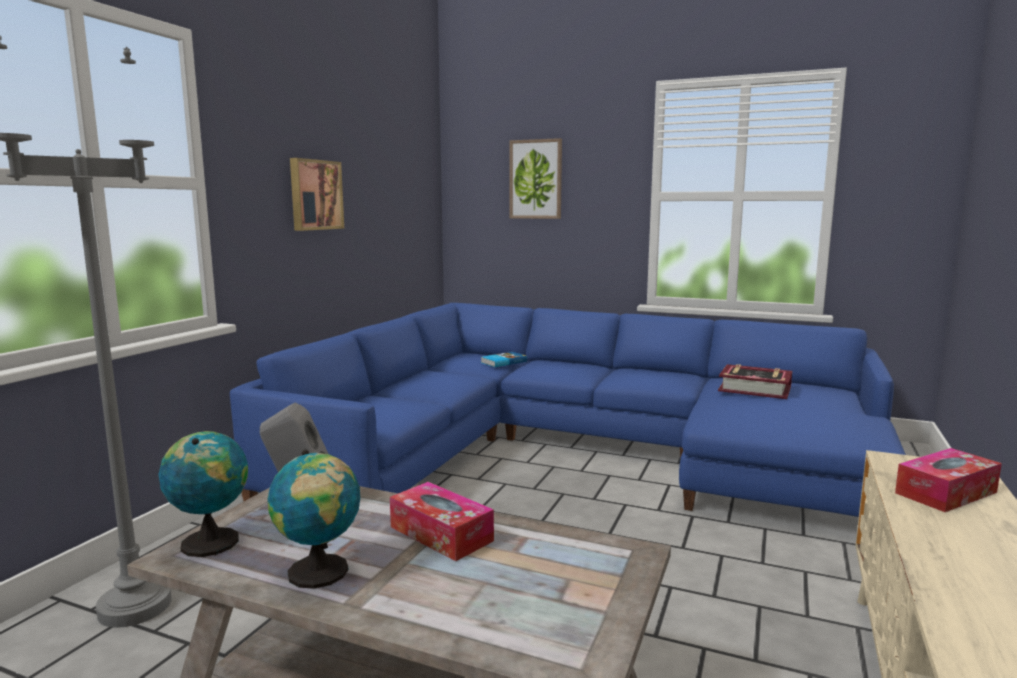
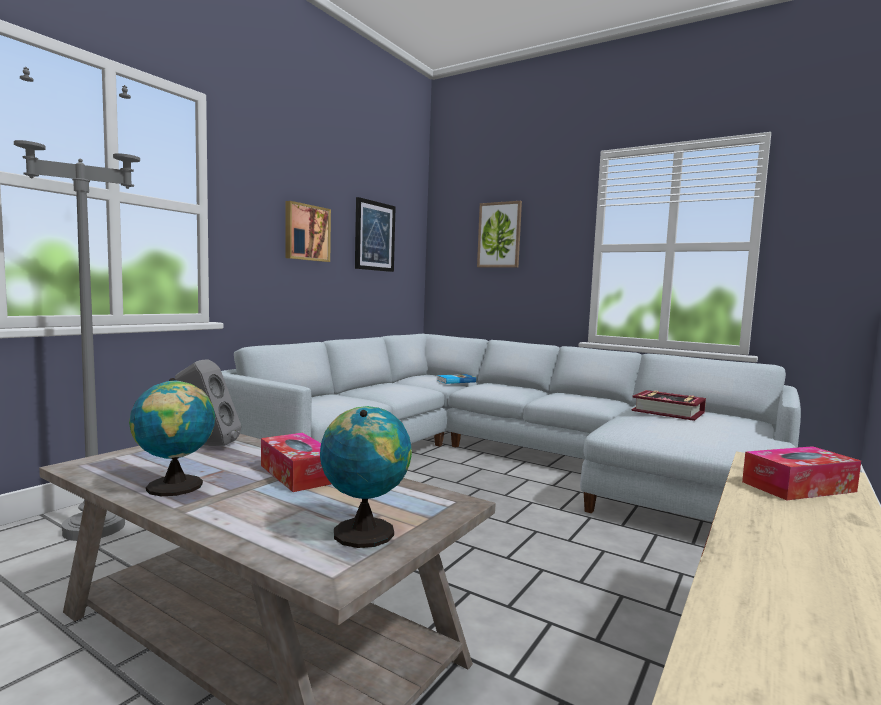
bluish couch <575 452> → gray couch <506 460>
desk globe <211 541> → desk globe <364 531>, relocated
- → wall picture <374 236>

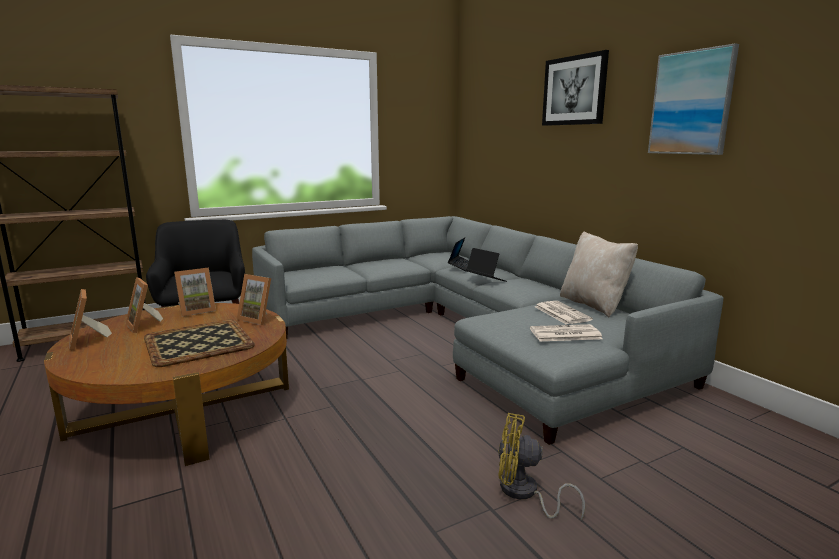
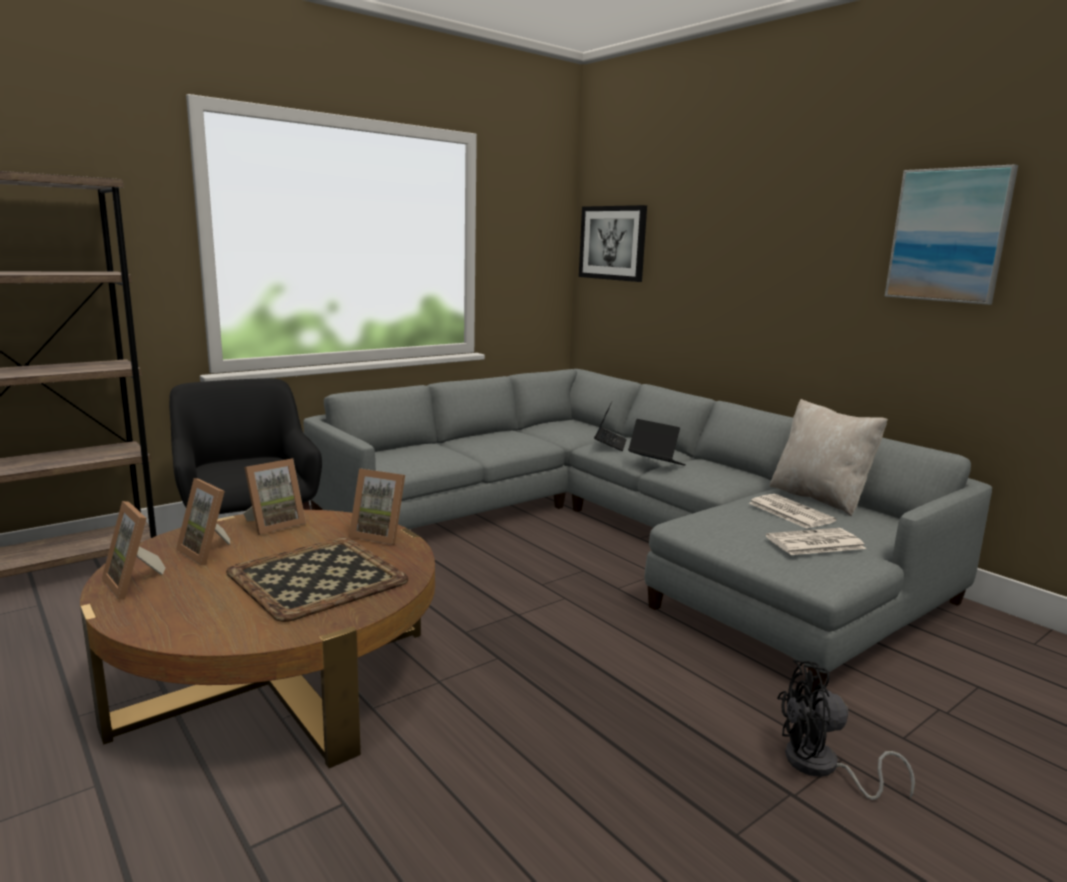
wall picture <574 90> → wall picture <612 243>, relocated
yellowish cooling fan <524 493> → blackish cooling fan <821 768>

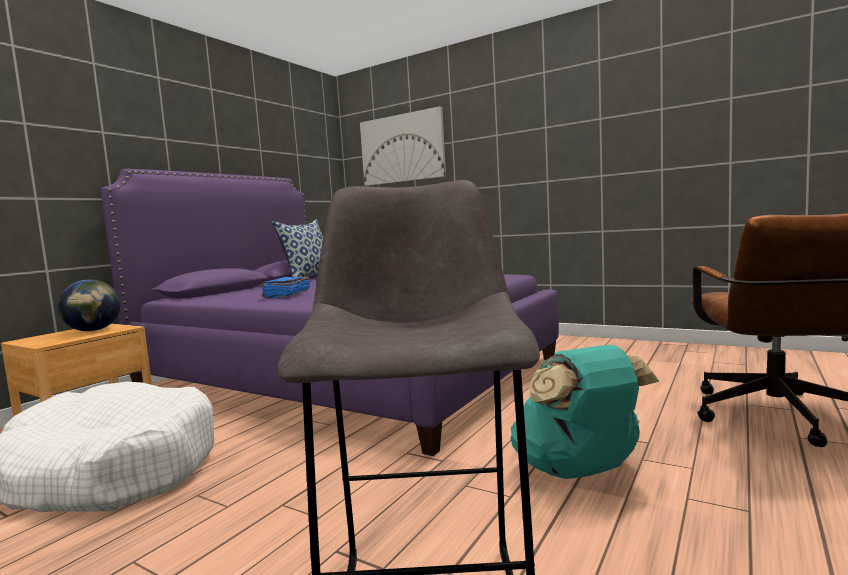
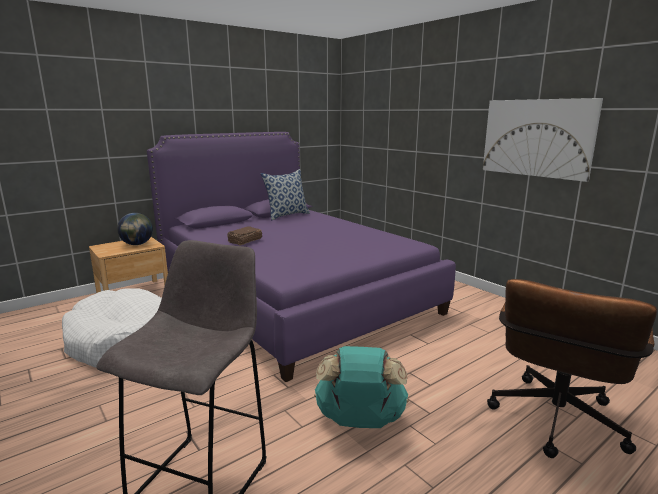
bluish book <286 295> → brownish book <244 241>
wall picture <402 148> → wall picture <537 138>, relocated

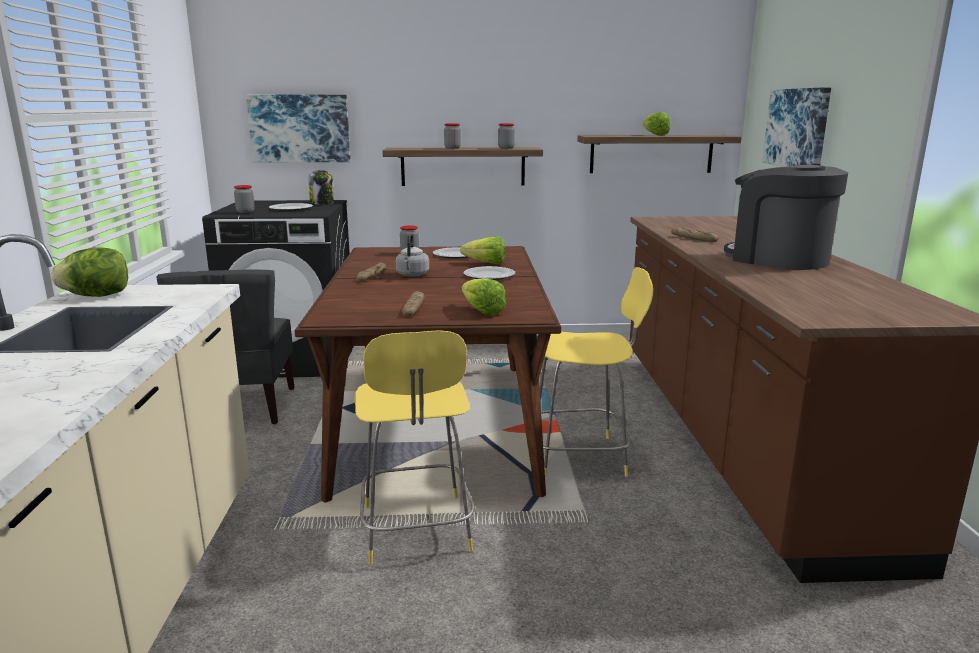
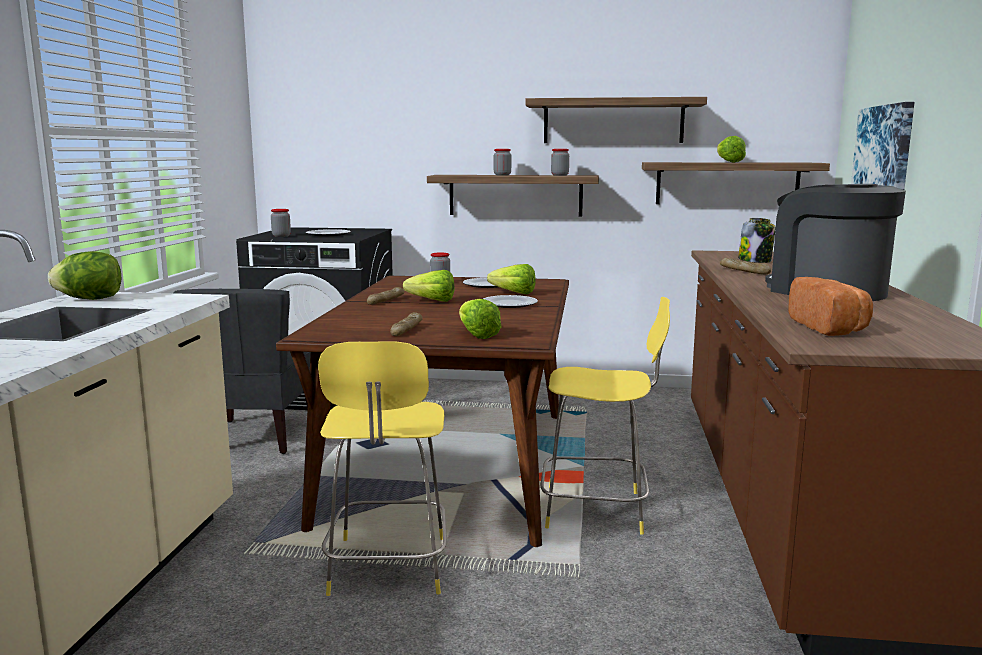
gray tea kettle <412 275> → lettuce head <428 301>
- → wall shelf <613 121>
preserve jar <322 203> → preserve jar <755 261>, relocated
- → bakery bread <831 328>
wall picture <300 128> → -

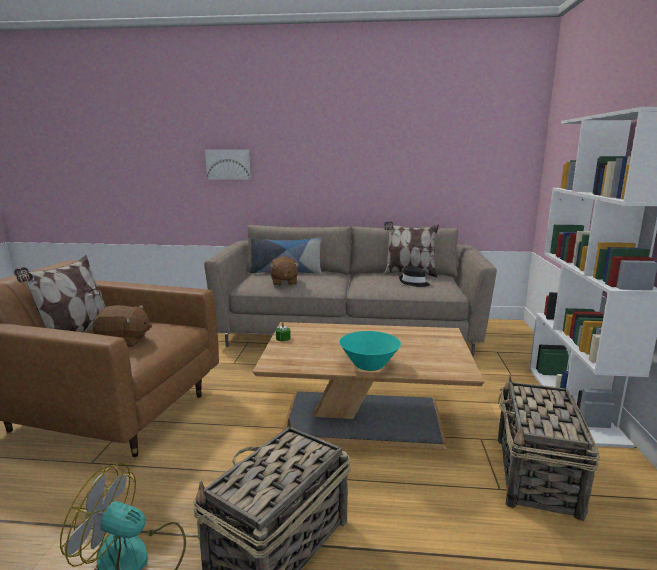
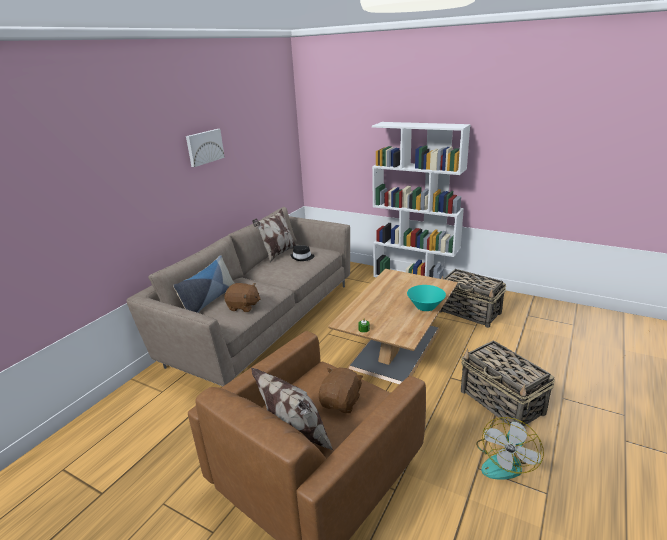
wall picture <228 164> → wall picture <204 147>, relocated

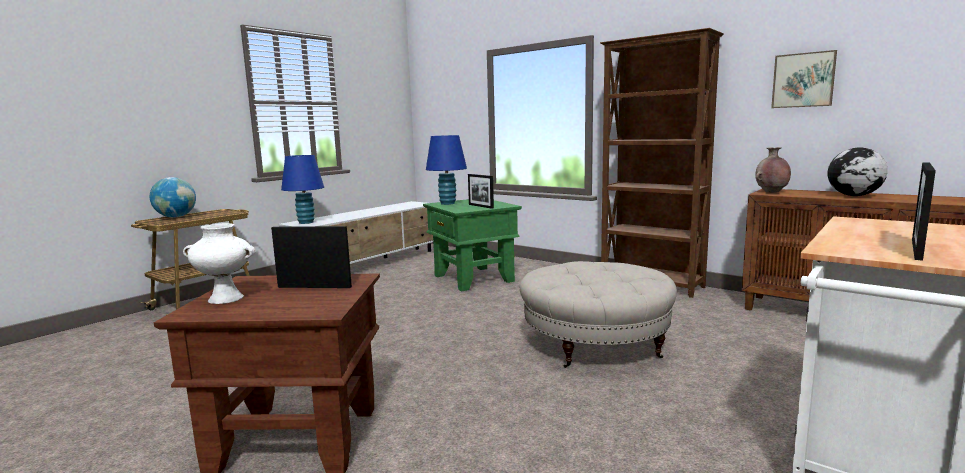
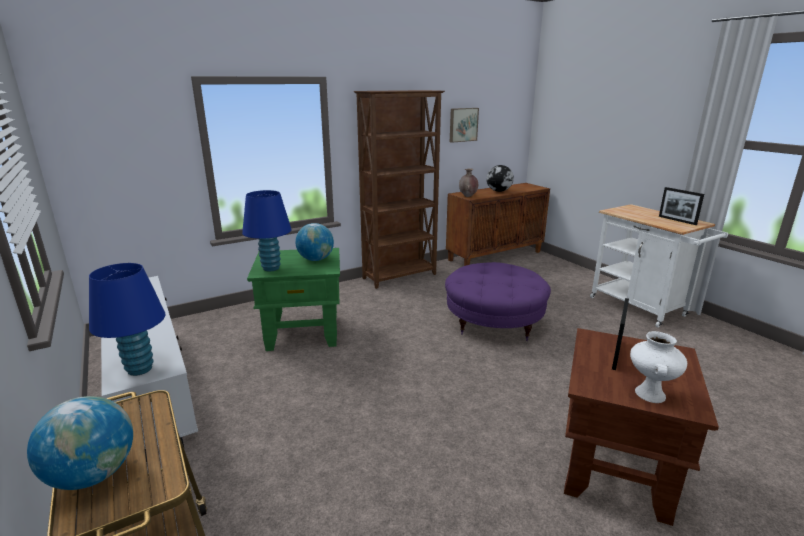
standing frame <481 206> → desk globe <316 259>
sand-coloured footrest <595 343> → purplish footrest <494 322>

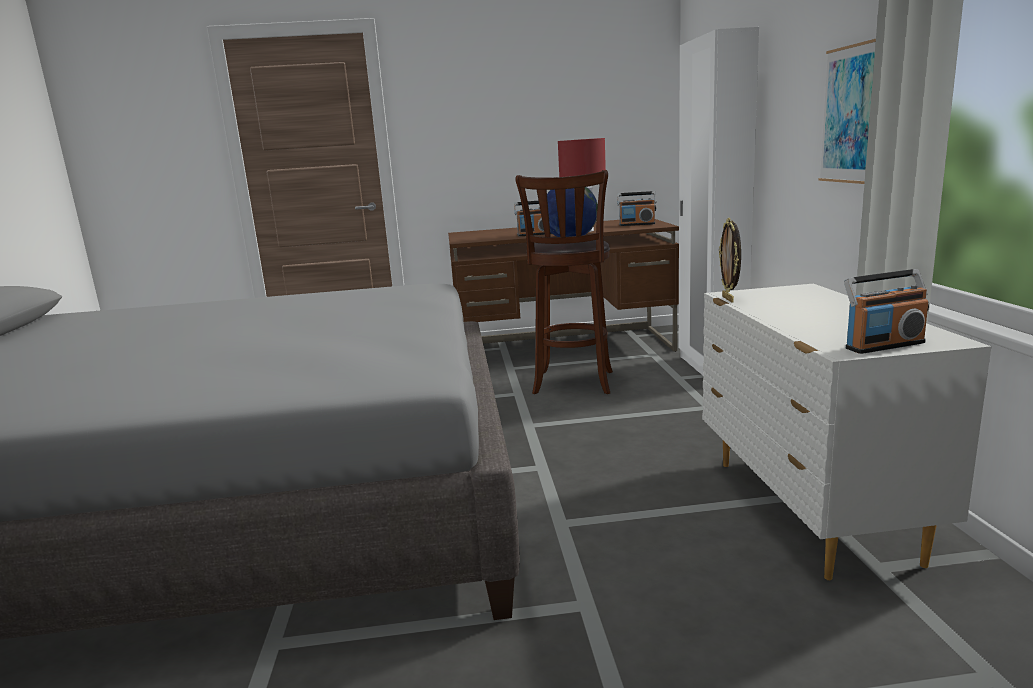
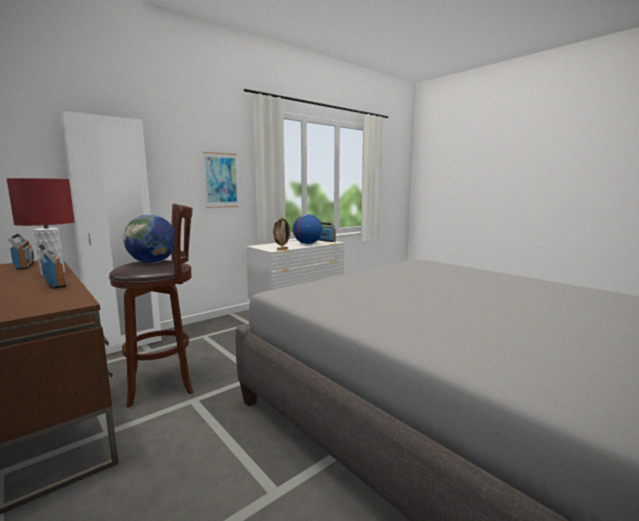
- → desk globe <307 244>

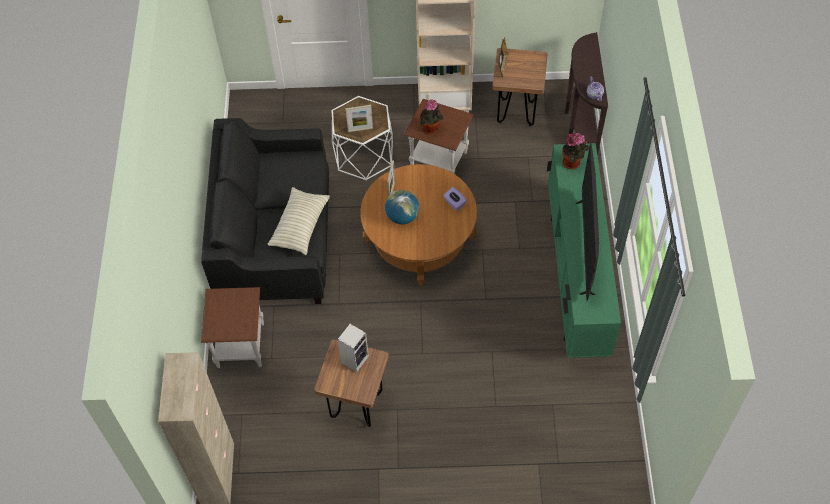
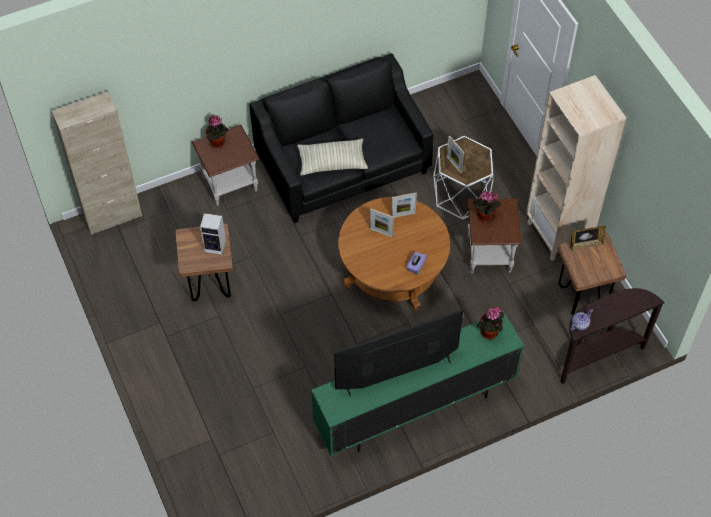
- → houseplant <218 143>
desk globe <402 217> → standing frame <381 232>

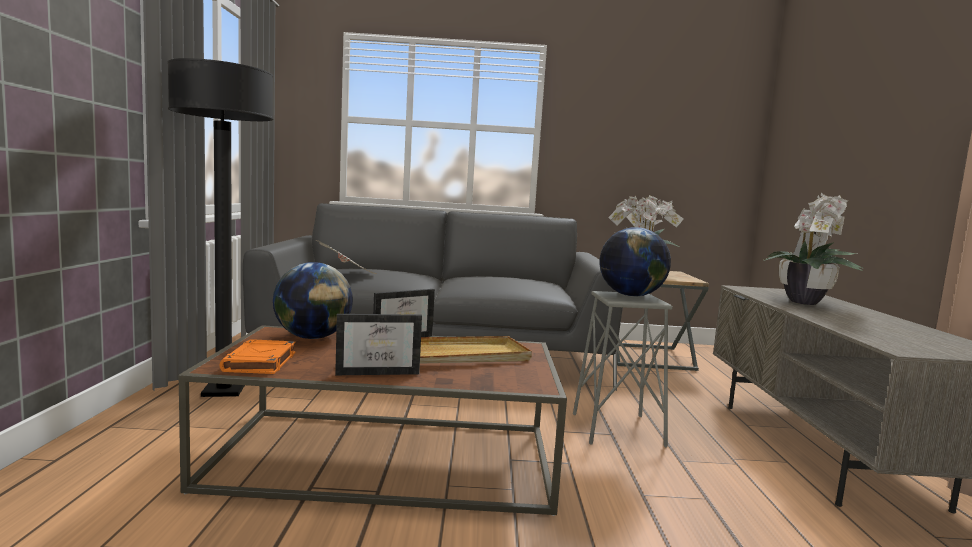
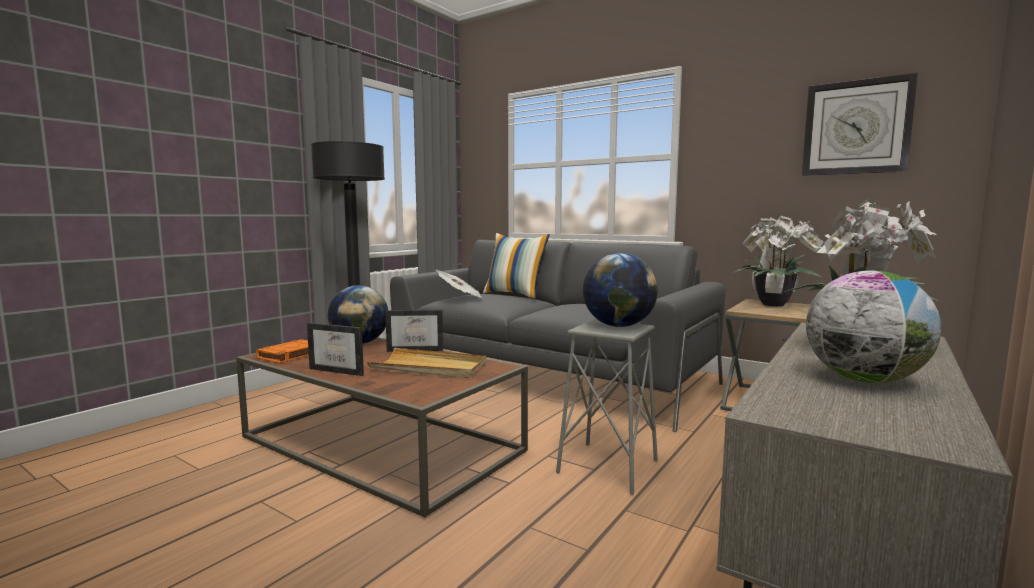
- → cushion <515 295>
- → hanging clock <856 127>
- → desk globe <864 380>

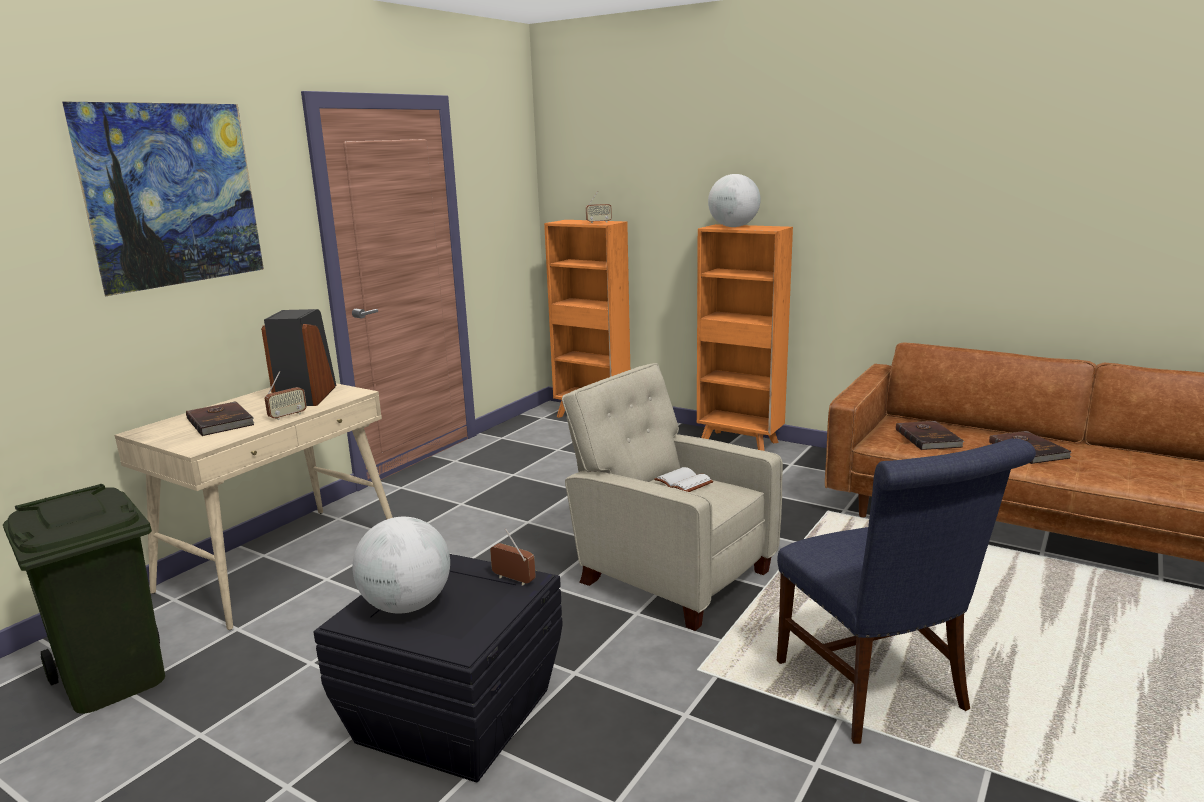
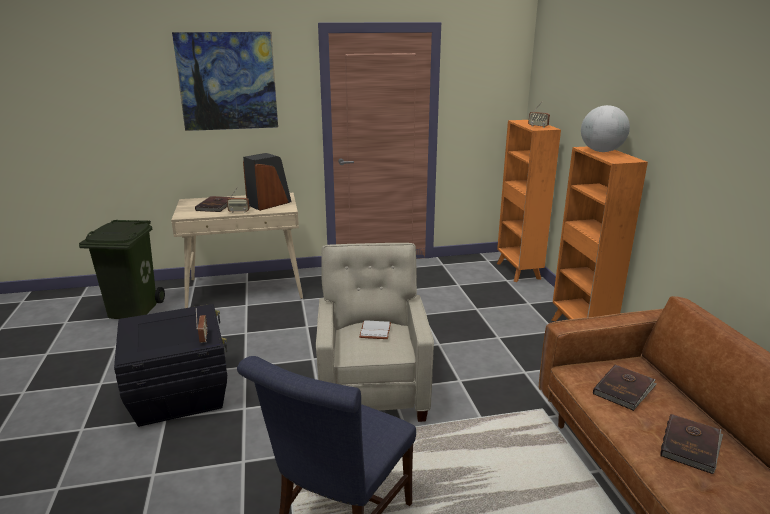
desk globe <406 605> → -

